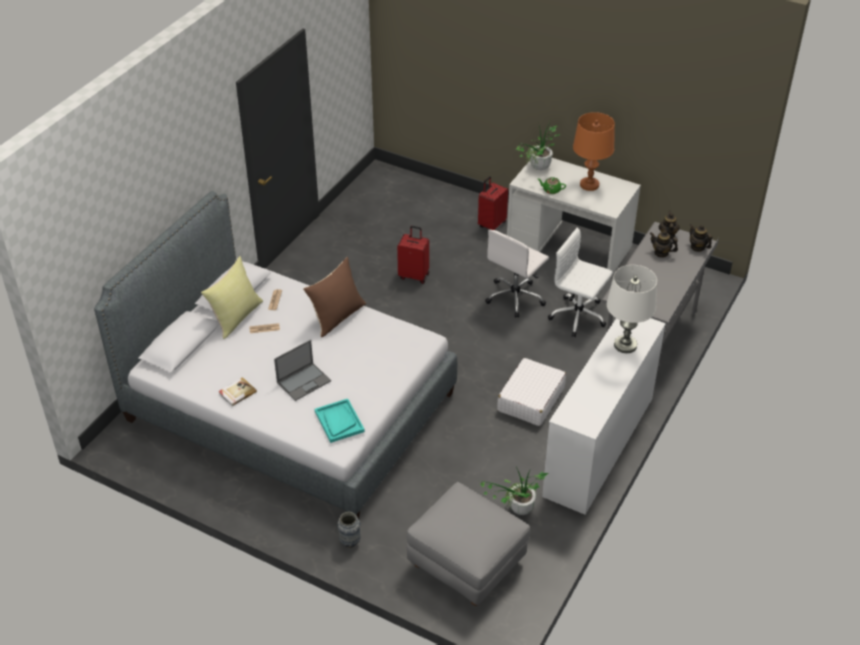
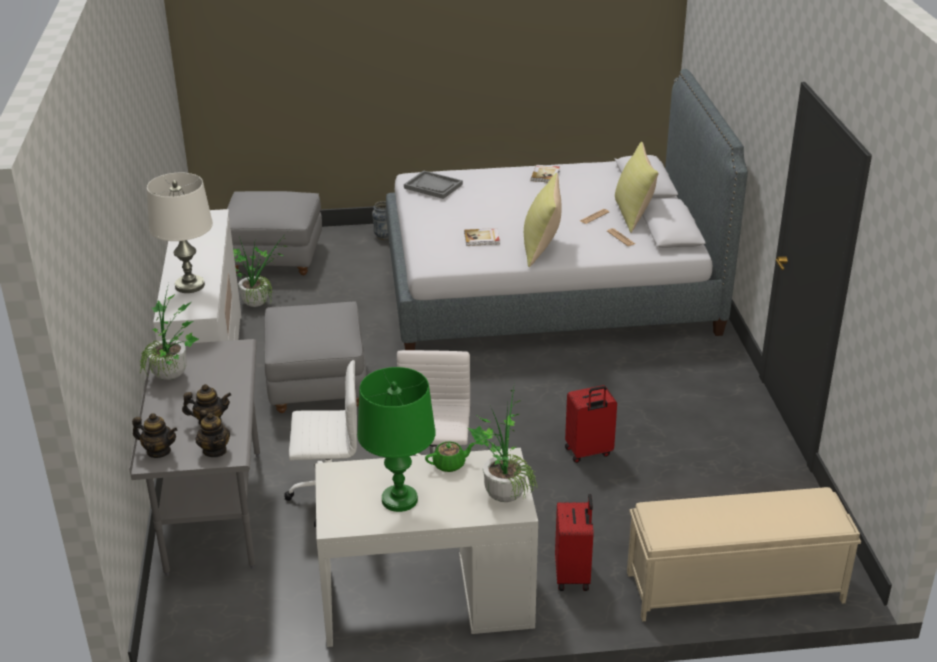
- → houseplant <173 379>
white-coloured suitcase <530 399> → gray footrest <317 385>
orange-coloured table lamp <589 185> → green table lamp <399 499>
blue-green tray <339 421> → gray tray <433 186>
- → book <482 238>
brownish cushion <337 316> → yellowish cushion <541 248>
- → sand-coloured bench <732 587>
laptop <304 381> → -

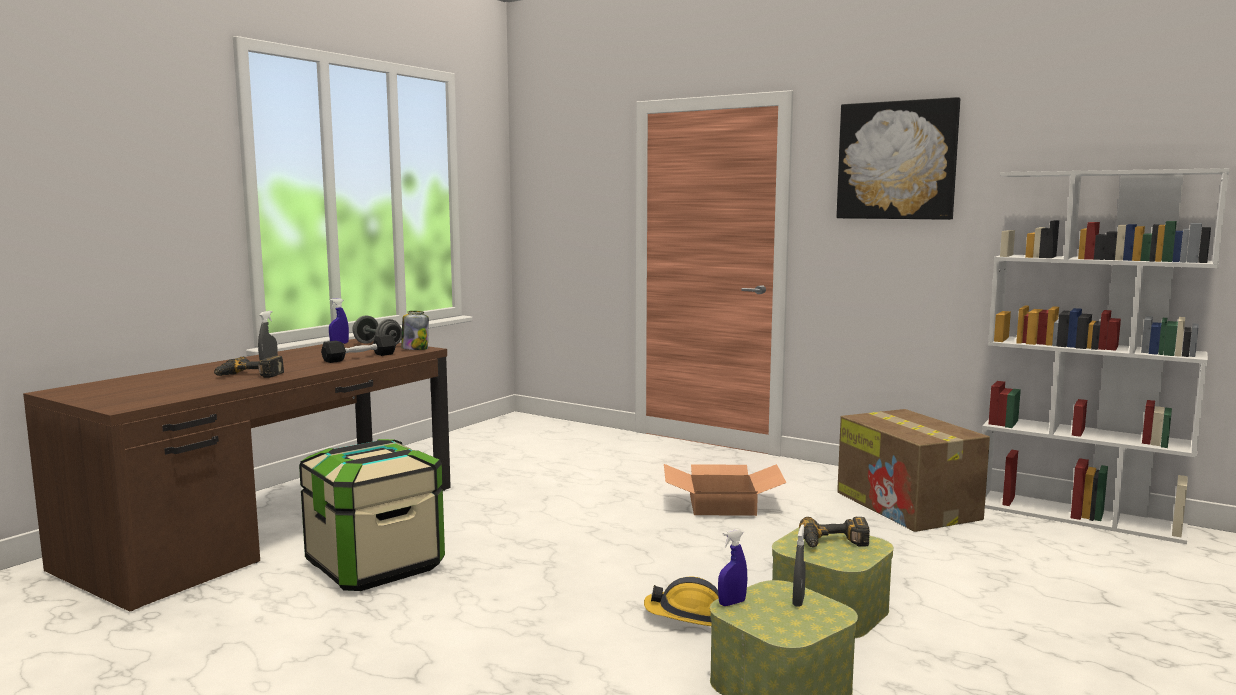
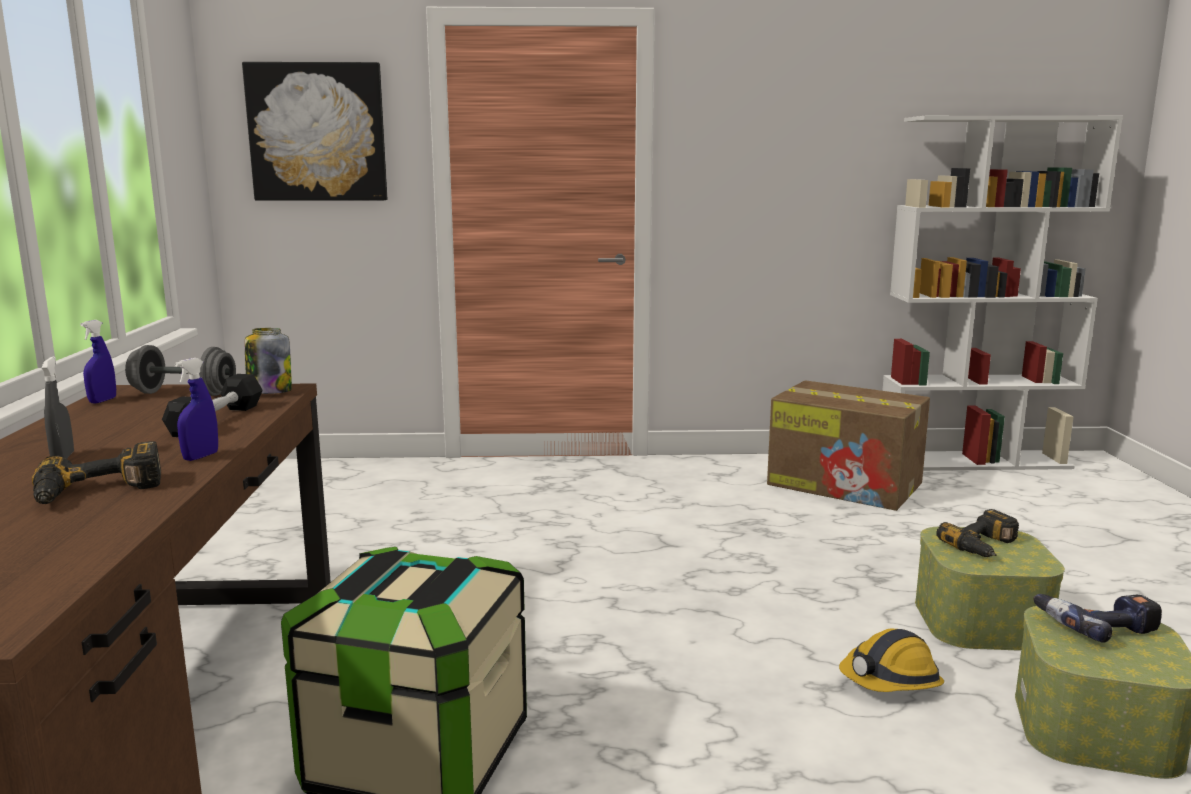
bluish hand sprayer <732 603> → bluish hand sprayer <201 456>, relocated
wall picture <897 160> → wall picture <317 132>, relocated
gray hand sprayer <798 601> → electric drill <1095 625>
cardboard box <723 504> → -

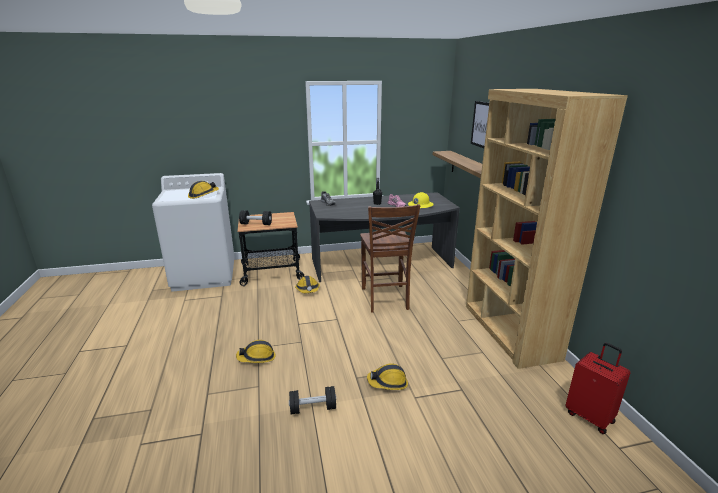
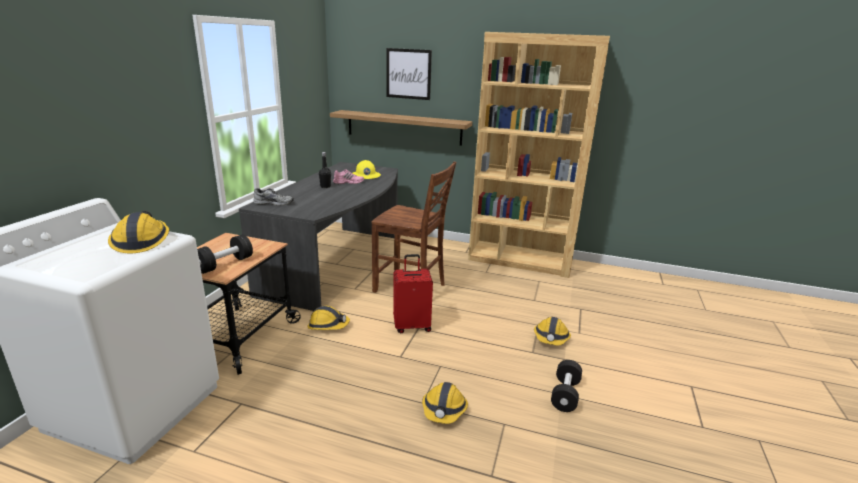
red suitcase <590 417> → red suitcase <412 326>, relocated

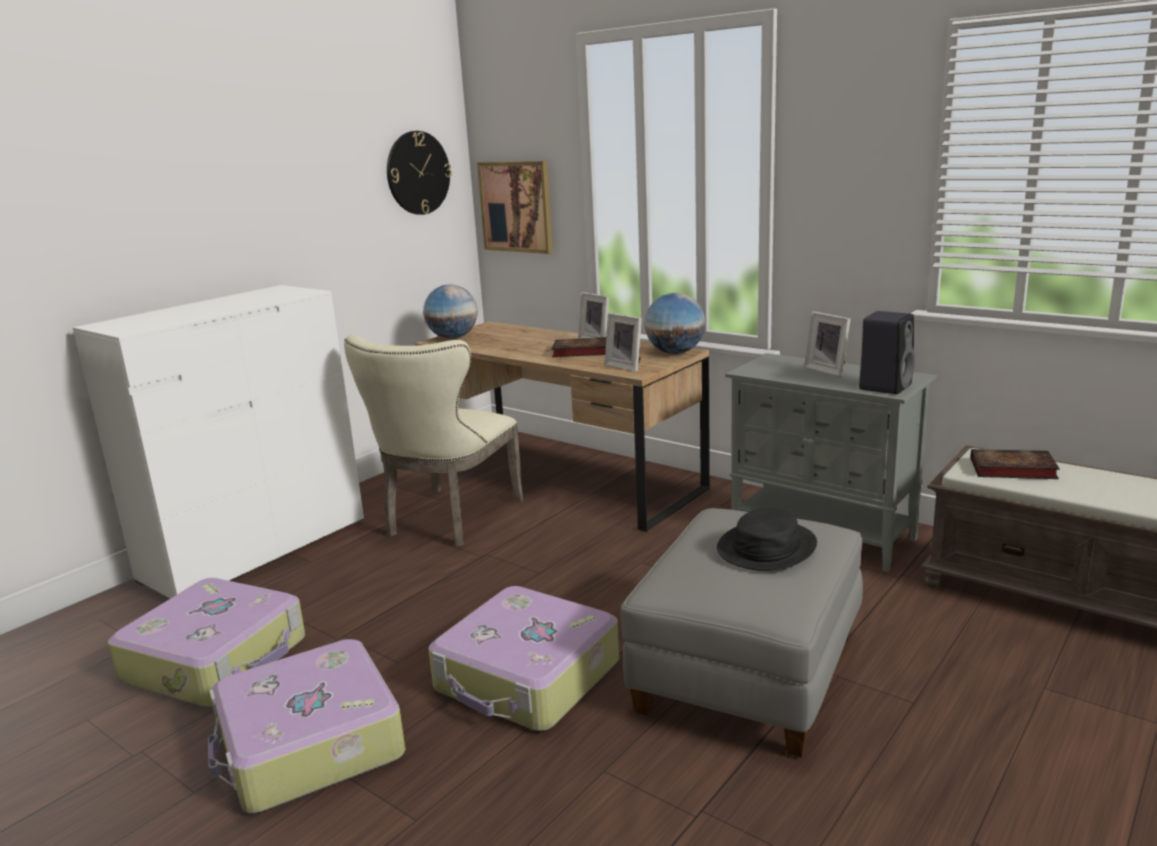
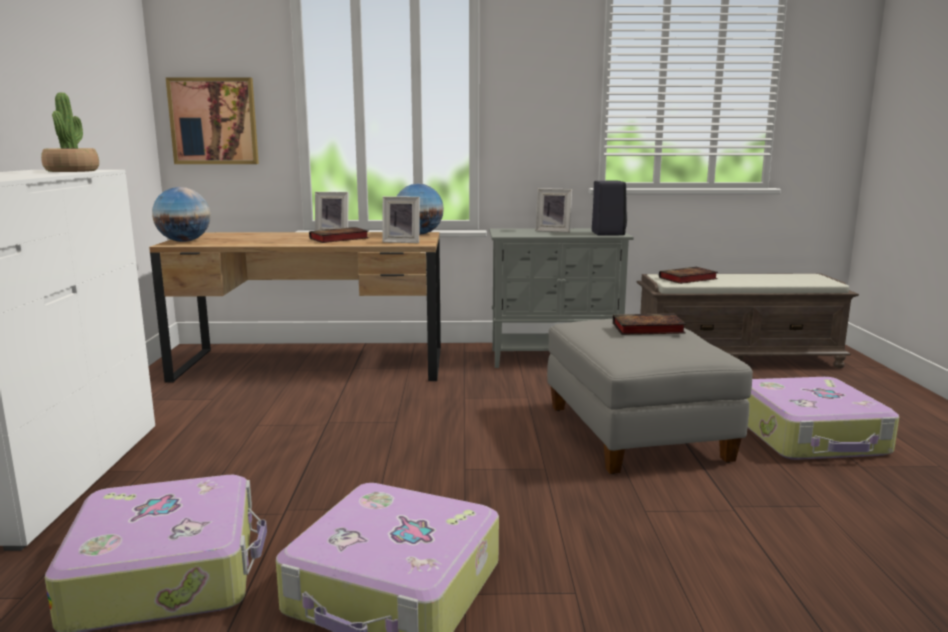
- → houseplant <72 171>
blackish hat <766 547> → book <646 329>
suitcase <527 677> → suitcase <810 436>, relocated
sand-coloured chair <448 520> → -
hanging clock <418 173> → -

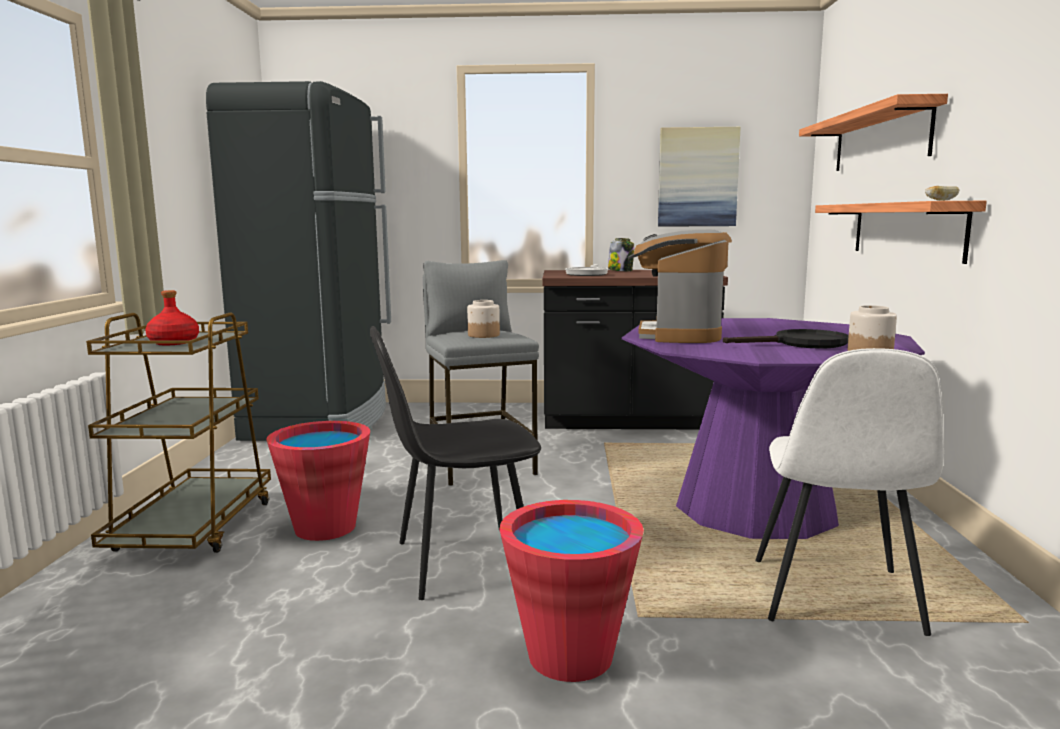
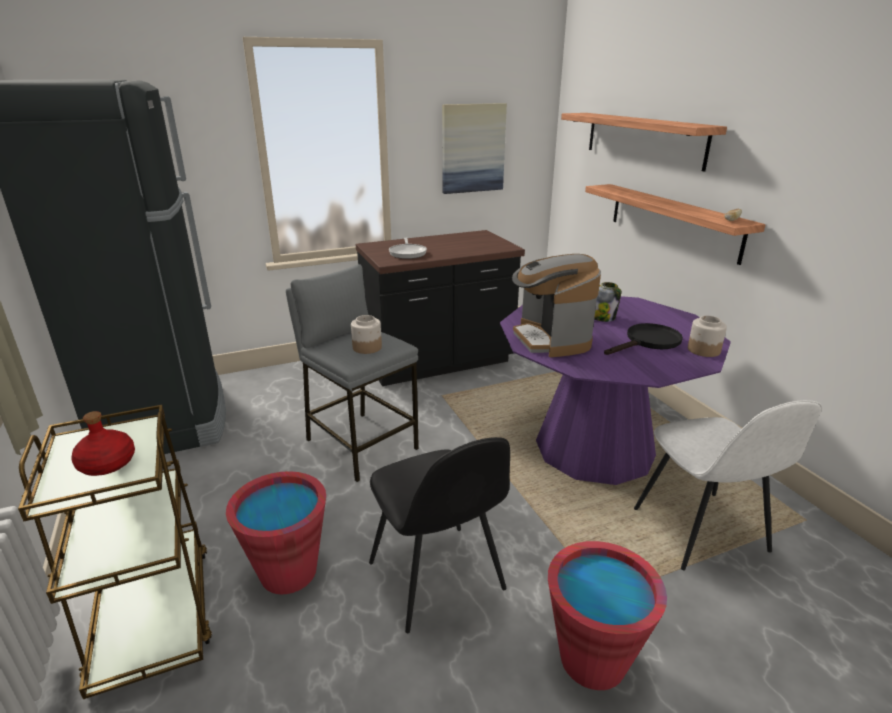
blackish chair <460 562> → blackish chair <437 578>, 75 degrees counterclockwise
preserve jar <620 270> → preserve jar <603 317>, relocated

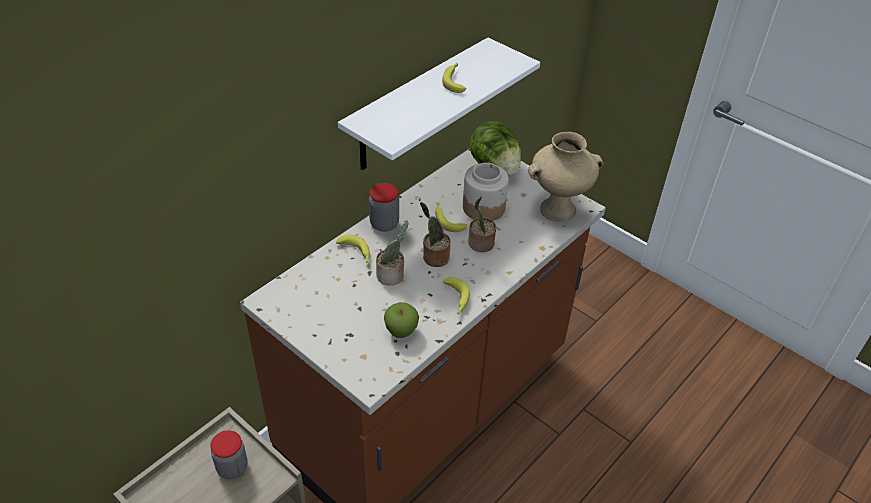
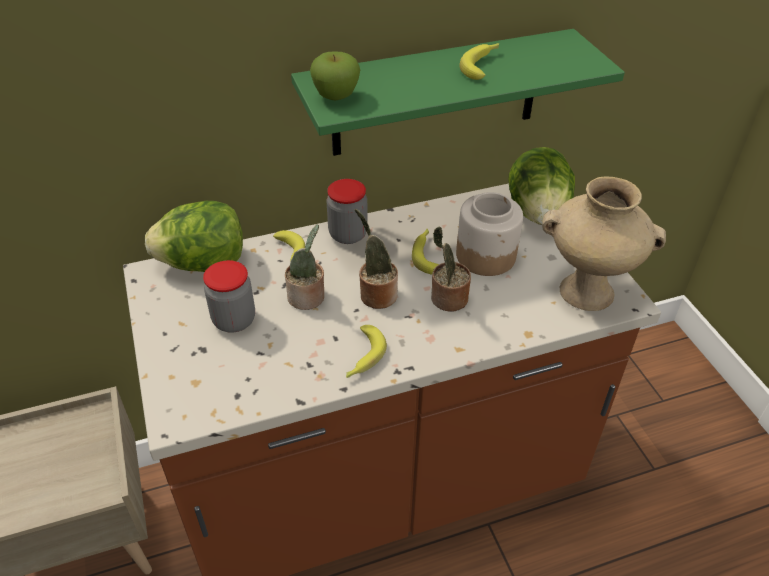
- → lettuce head <204 263>
preserve jar <232 468> → preserve jar <234 320>, relocated
white-coloured wall shelf <417 106> → green wall shelf <436 94>
apple <401 331> → apple <336 96>, relocated

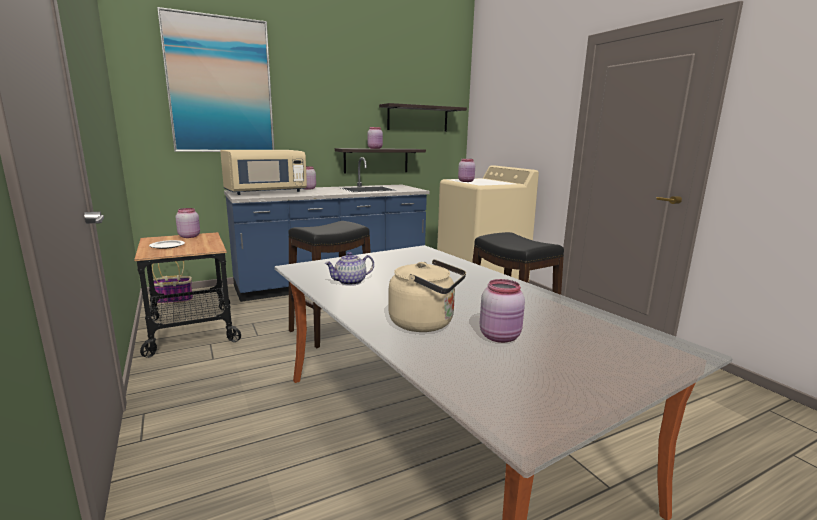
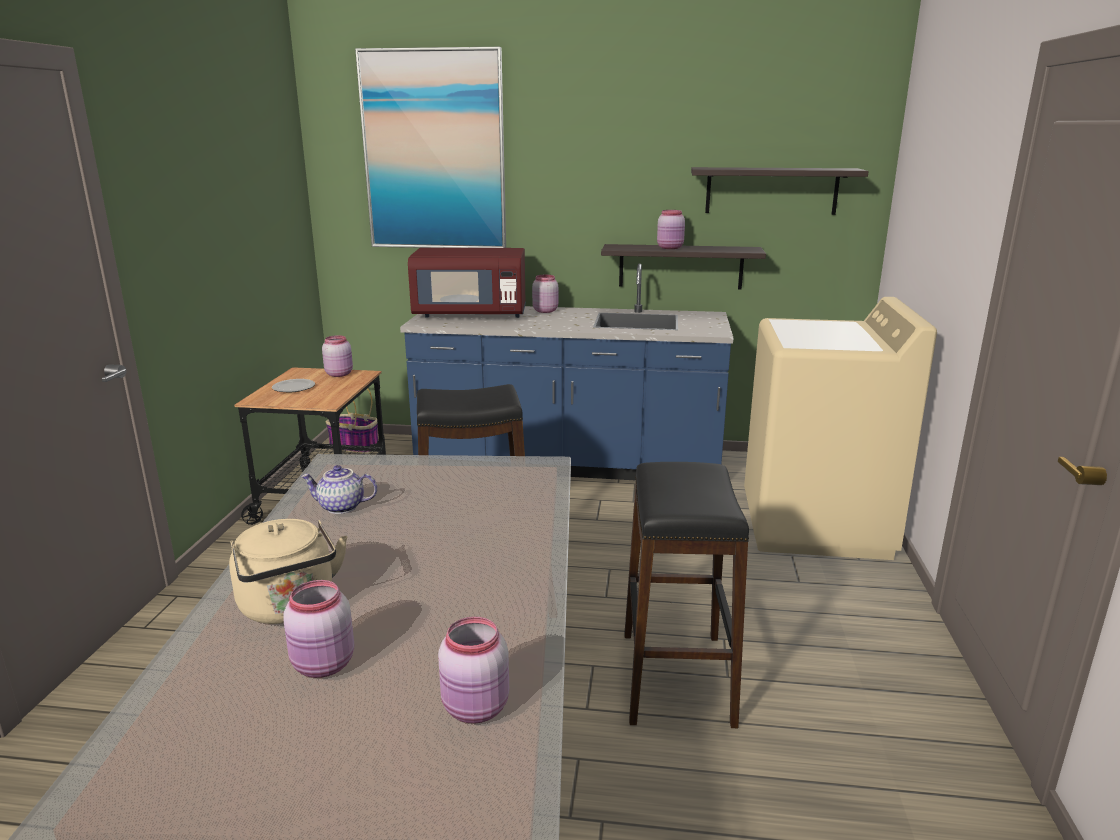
sand-coloured microwave oven <265 192> → red microwave oven <471 314>
pinkish preserve jar <466 181> → pinkish preserve jar <476 709>, relocated

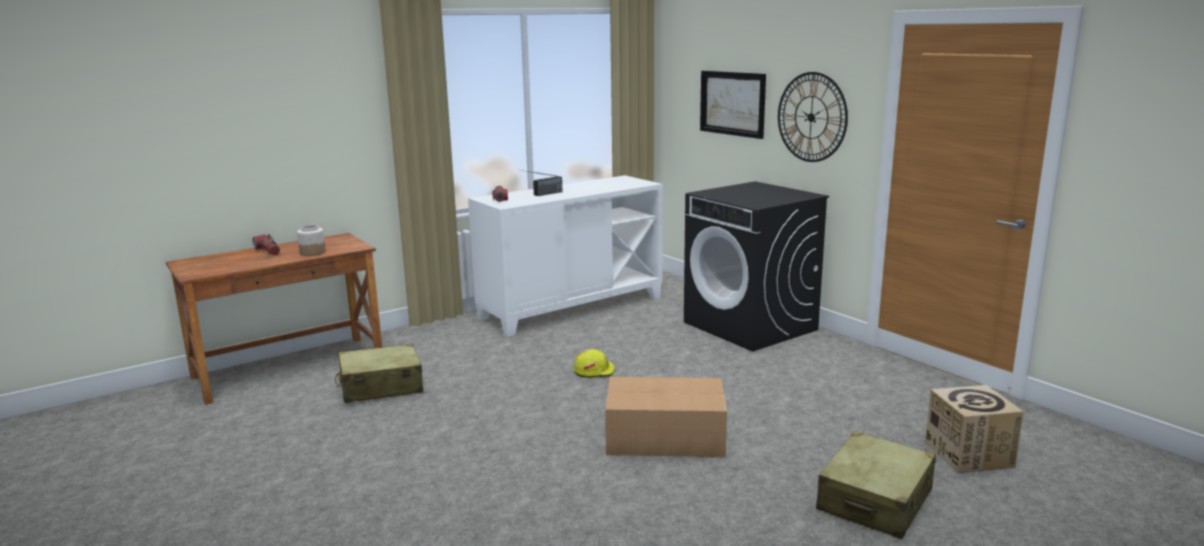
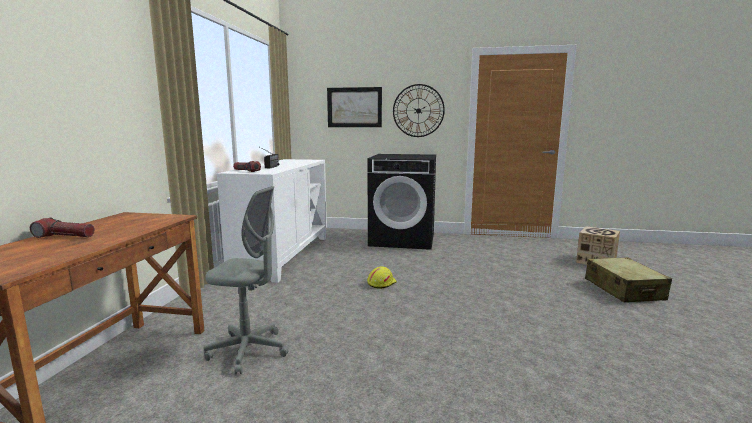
sand-coloured suitcase <381 387> → gray computer chair <248 351>
preserve jar <312 252> → -
cardboard box <663 436> → -

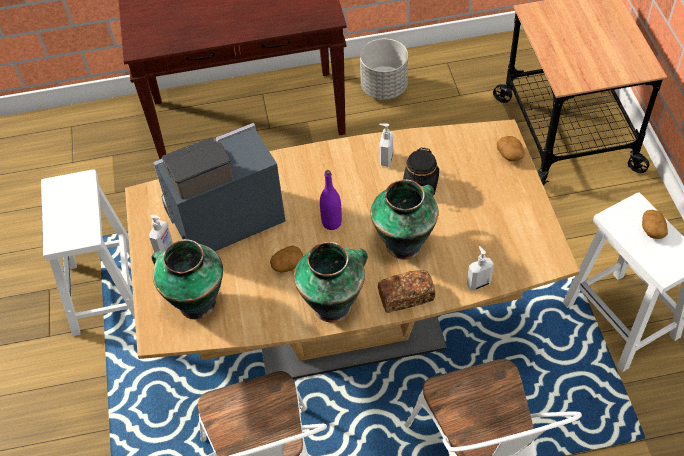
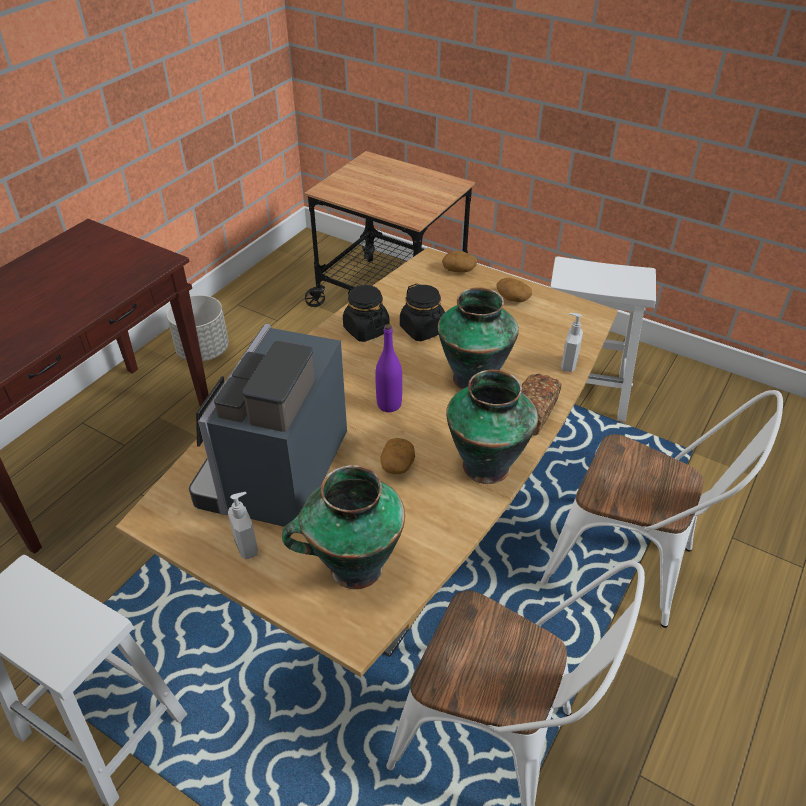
soap dispenser <385 159> → blackish preserve jar <366 330>
potato <652 229> → potato <512 298>, relocated

